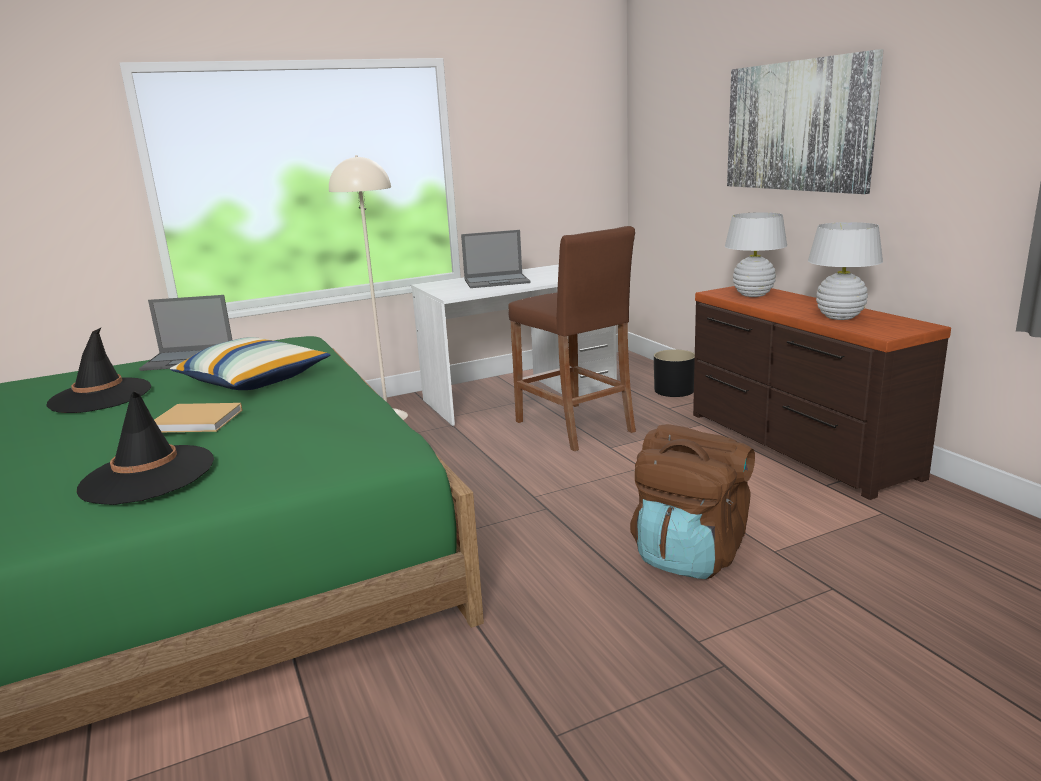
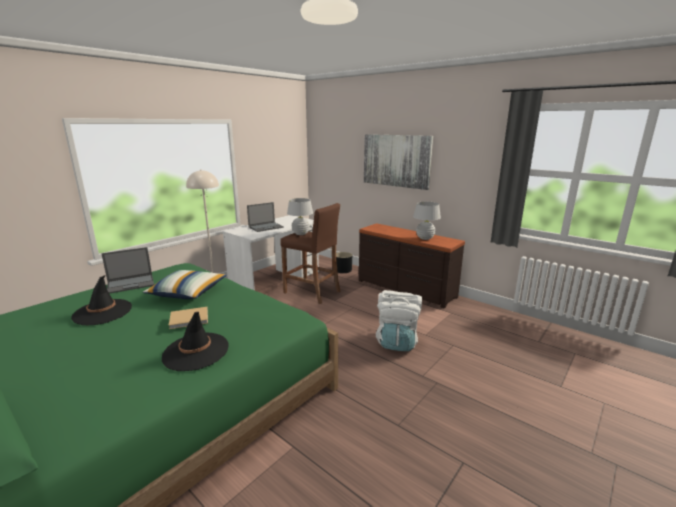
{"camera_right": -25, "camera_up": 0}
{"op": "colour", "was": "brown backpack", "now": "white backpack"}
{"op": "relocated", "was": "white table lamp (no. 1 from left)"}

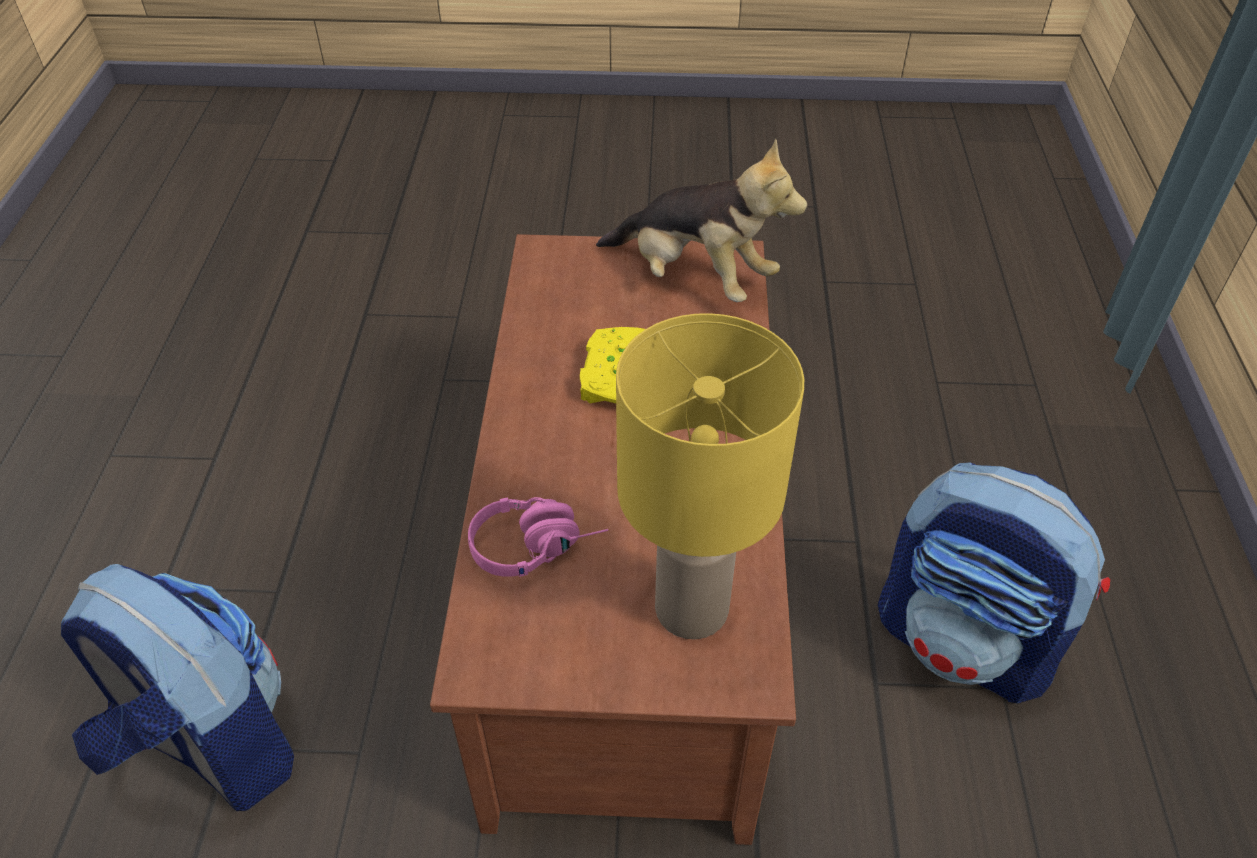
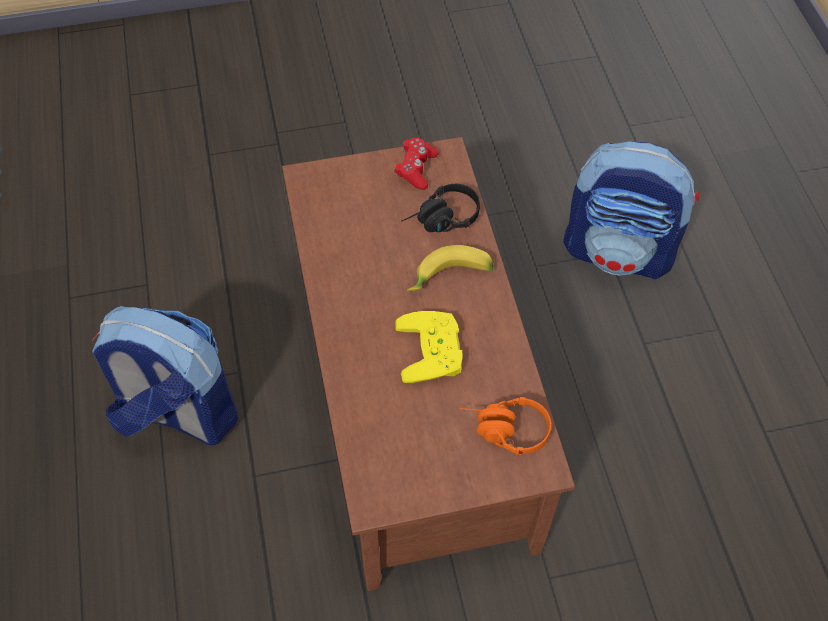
{"camera_right": 165, "camera_up": 10}
{"op": "colour", "was": "pink headphones", "now": "black headphones"}
{"op": "missing", "was": "plush toy"}
{"op": "missing", "was": "yellow table lamp"}
{"op": "appeared", "now": "red game controller"}
{"op": "appeared", "now": "banana"}
{"op": "appeared", "now": "orange headphones"}

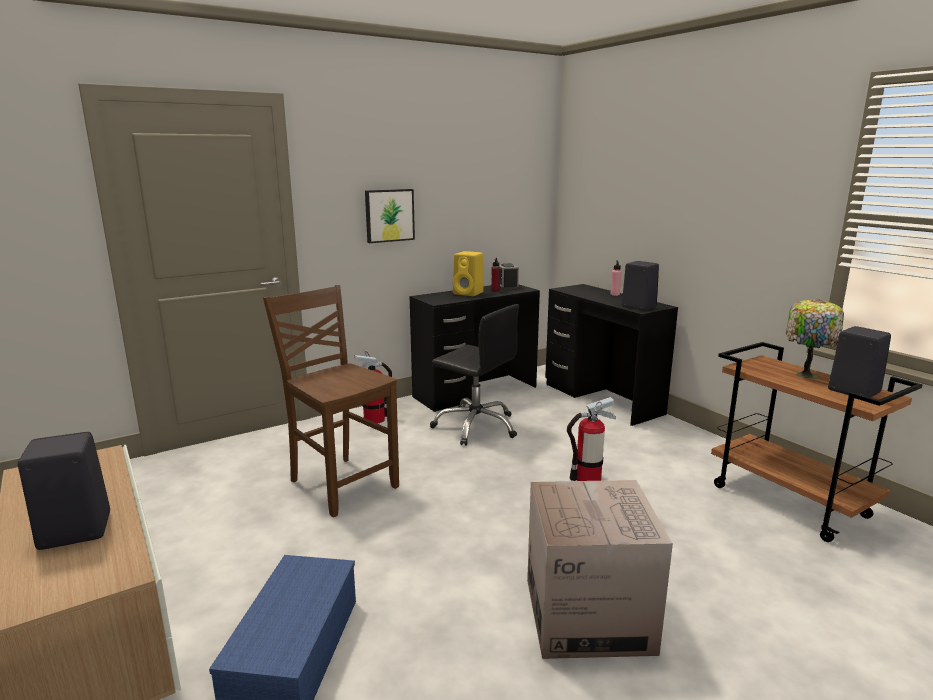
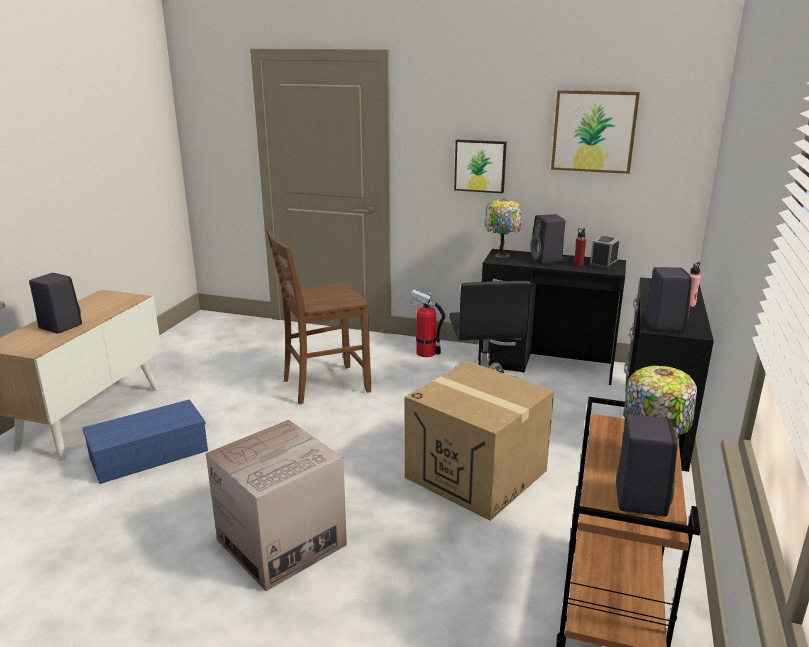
{"camera_right": 50, "camera_up": 5}
{"op": "spun", "was": "brown chair", "clockwise": -120}
{"op": "colour", "was": "yellow speaker", "now": "black speaker (no. 2 from left)"}
{"op": "exchanged", "was": "fire extinguisher (no. 2 from left)", "now": "cardboard box (no. 2 from left)"}
{"op": "appeared", "now": "table lamp (no. 1 from left)"}
{"op": "appeared", "now": "picture (no. 2 from left)"}

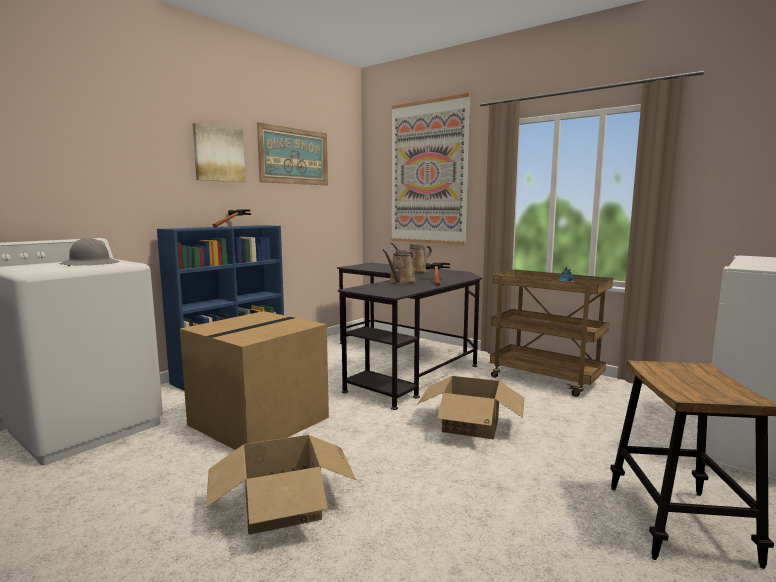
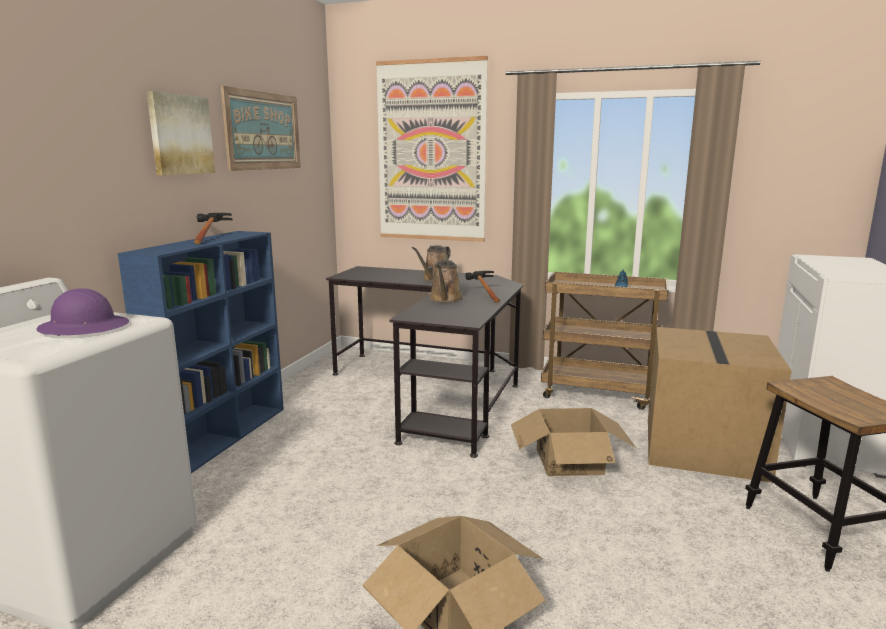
{"camera_right": -20, "camera_up": 5}
{"op": "colour", "was": "grey hard hat", "now": "purple hard hat"}
{"op": "relocated", "was": "cardboard box (no. 1 from left in the first image)", "now": "cardboard box (no. 3 from left)"}

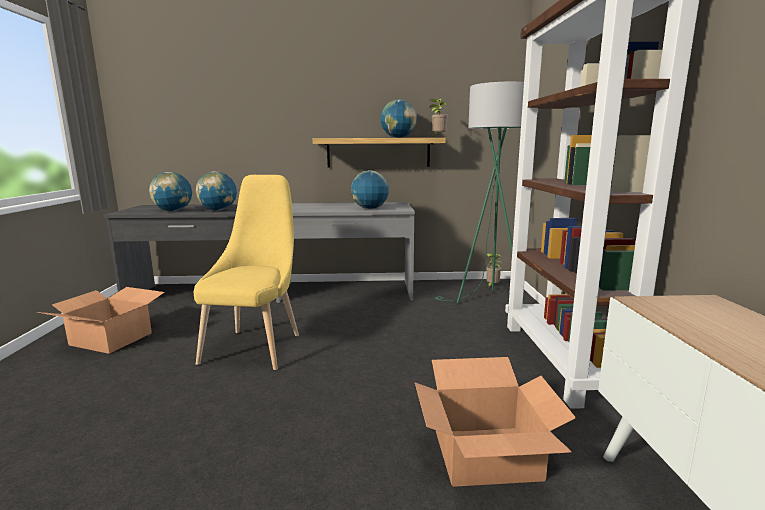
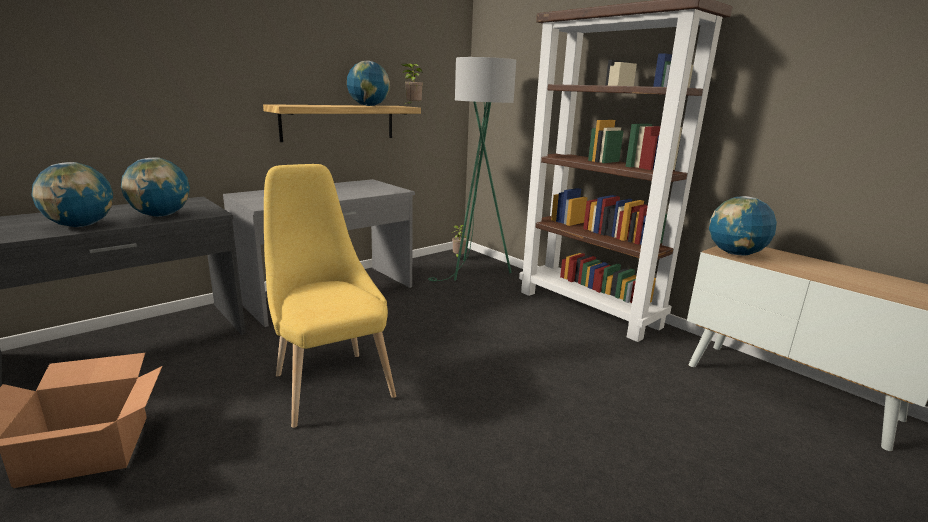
{"camera_right": -40, "camera_up": 5}
{"op": "relocated", "was": "globe (no. 3 from left in the first image)", "now": "globe (no. 4 from left)"}
{"op": "missing", "was": "cardboard box (no. 2 from left)"}

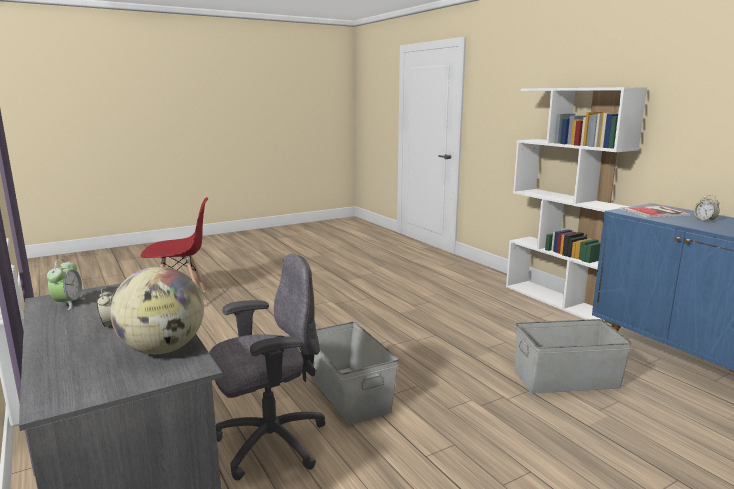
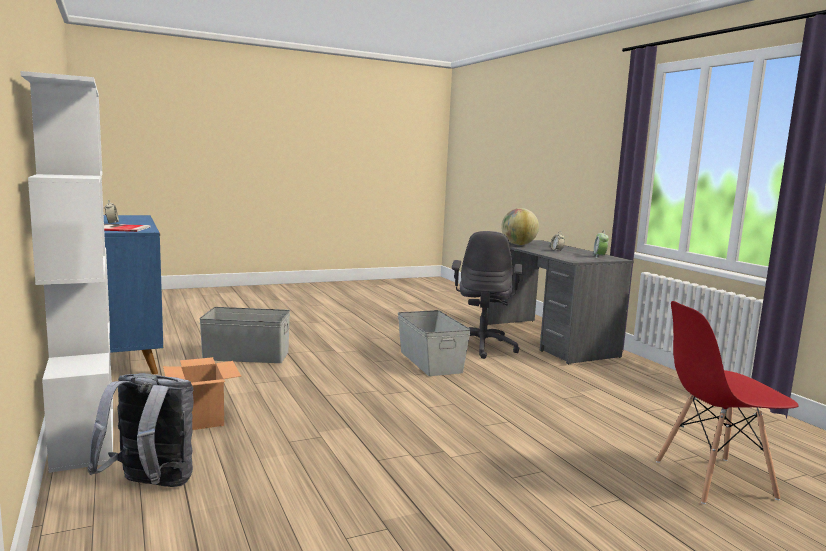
{"camera_right": -175, "camera_up": -5}
{"op": "spun", "was": "grey office chair", "clockwise": -60}
{"op": "appeared", "now": "grey backpack"}
{"op": "appeared", "now": "cardboard box"}

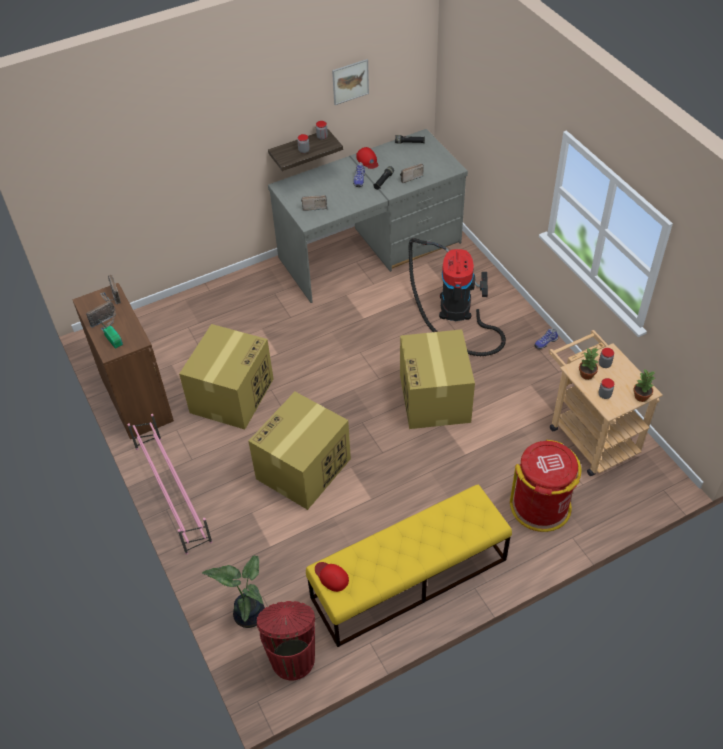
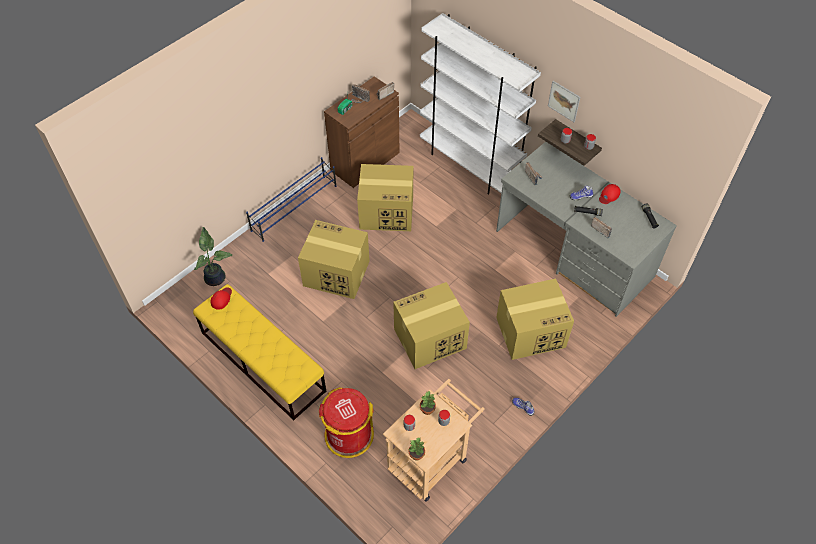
{"camera_right": 70, "camera_up": 5}
{"op": "colour", "was": "pink shoe rack", "now": "blue shoe rack"}
{"op": "missing", "was": "red trash can (no. 1 from left)"}
{"op": "relocated", "was": "picture"}
{"op": "exchanged", "was": "vacuum cleaner", "now": "cardboard box (no. 4 from left)"}
{"op": "appeared", "now": "white bookcase"}

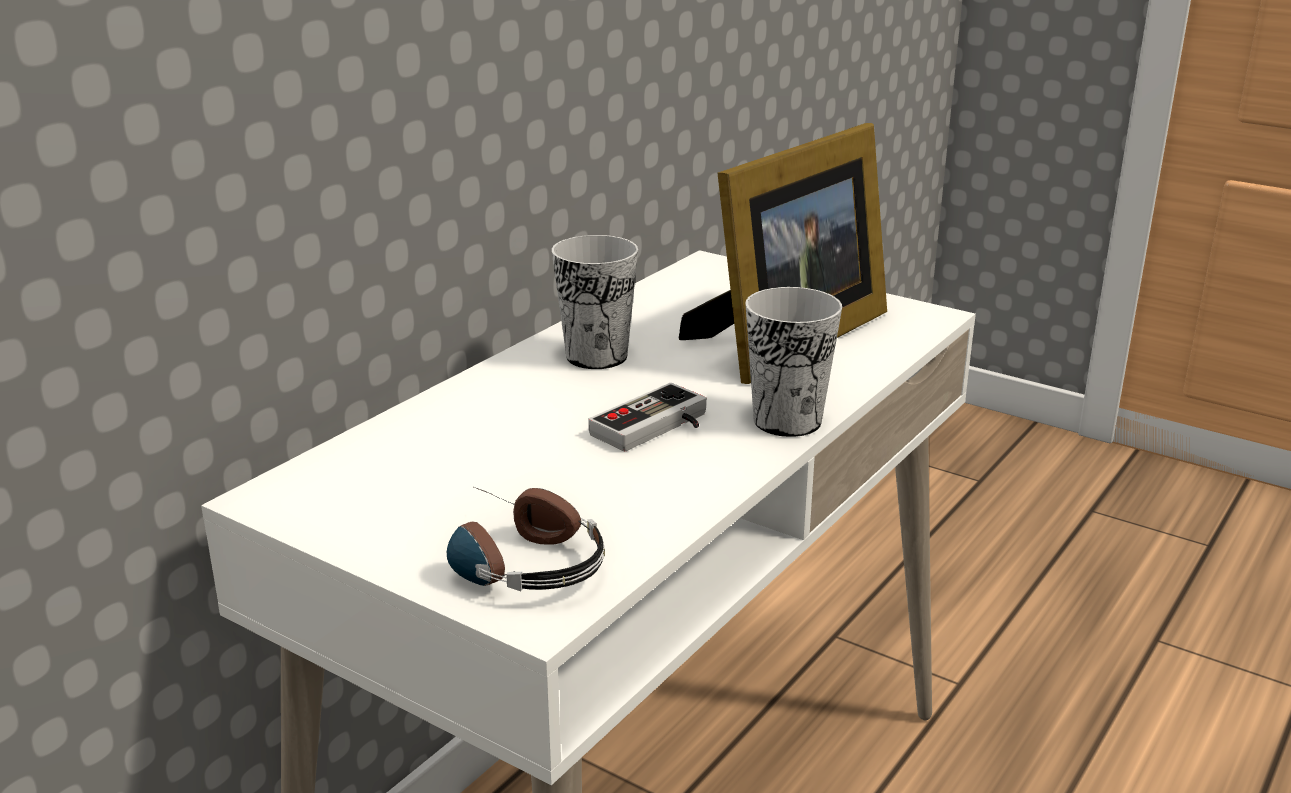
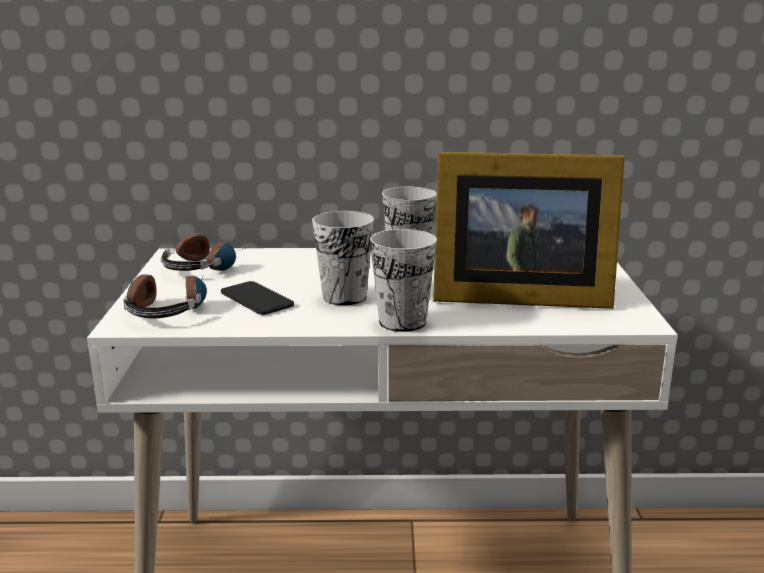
{"camera_right": 55, "camera_up": -5}
{"op": "exchanged", "was": "game controller", "now": "cup (no. 1 from left)"}
{"op": "appeared", "now": "headphones (no. 2 from left)"}
{"op": "appeared", "now": "phone"}

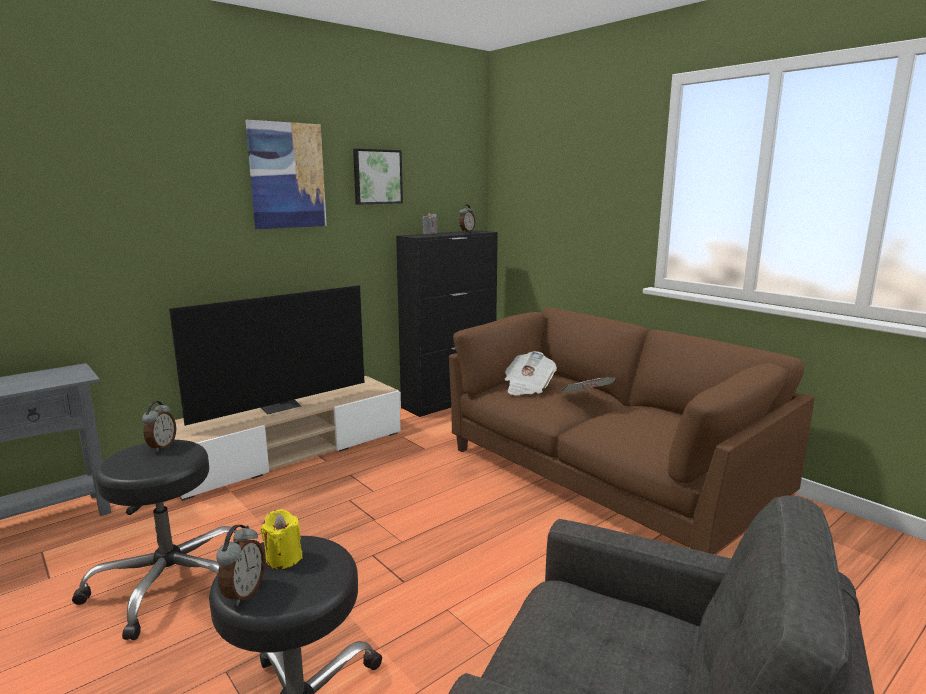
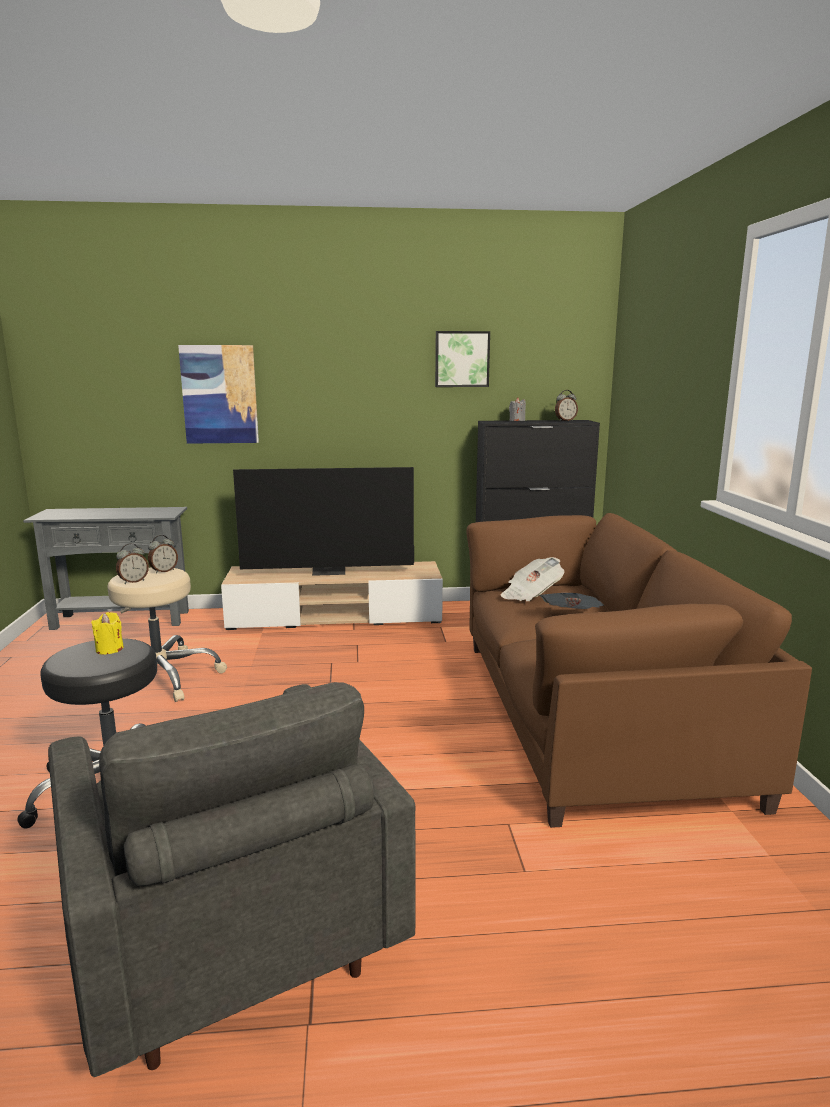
{"camera_right": 35, "camera_up": 0}
{"op": "colour", "was": "black stool (no. 1 from left)", "now": "beige stool"}
{"op": "relocated", "was": "alarm clock (no. 2 from left in the first image)", "now": "alarm clock (no. 1 from left)"}
{"op": "relocated", "was": "picture (no. 1 from left)"}

